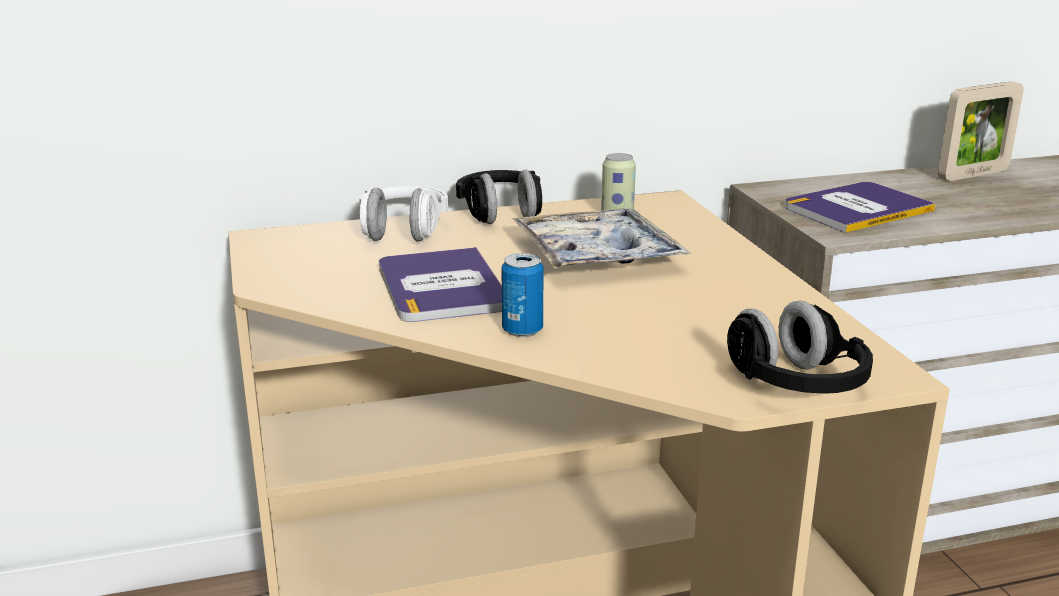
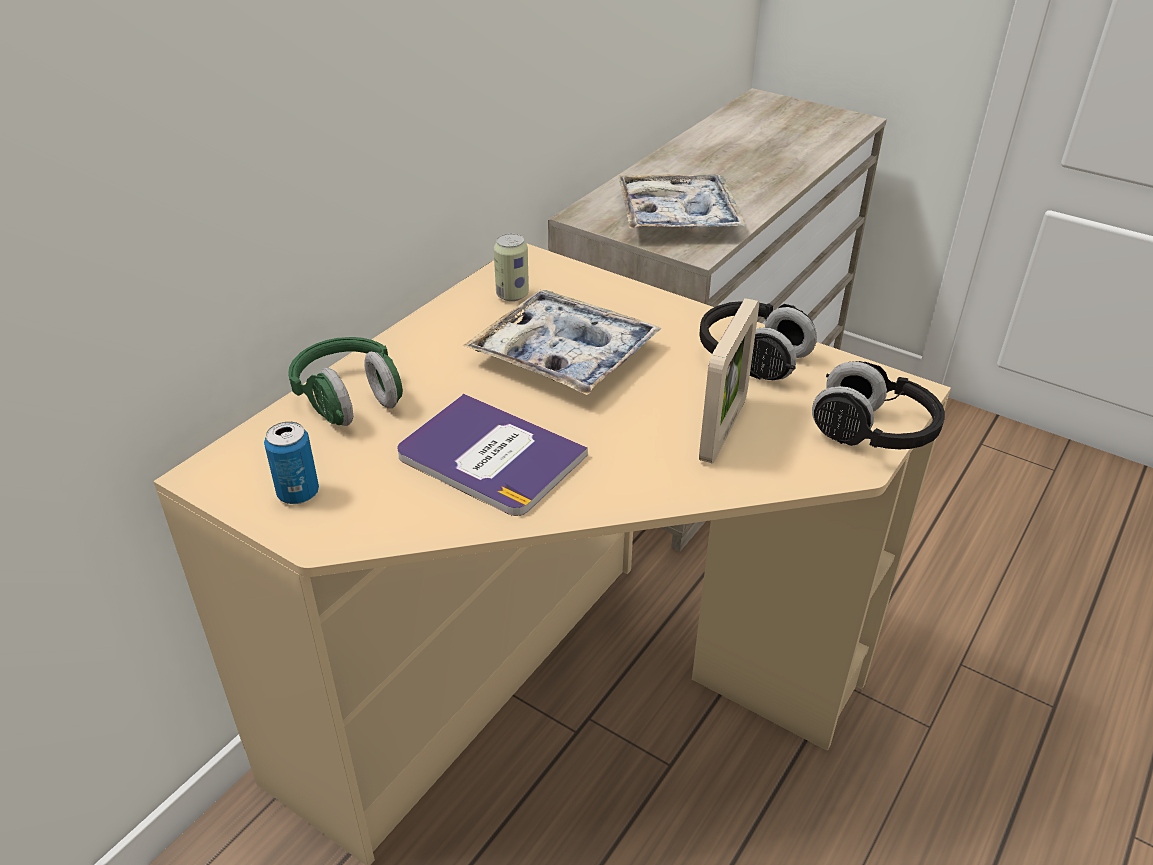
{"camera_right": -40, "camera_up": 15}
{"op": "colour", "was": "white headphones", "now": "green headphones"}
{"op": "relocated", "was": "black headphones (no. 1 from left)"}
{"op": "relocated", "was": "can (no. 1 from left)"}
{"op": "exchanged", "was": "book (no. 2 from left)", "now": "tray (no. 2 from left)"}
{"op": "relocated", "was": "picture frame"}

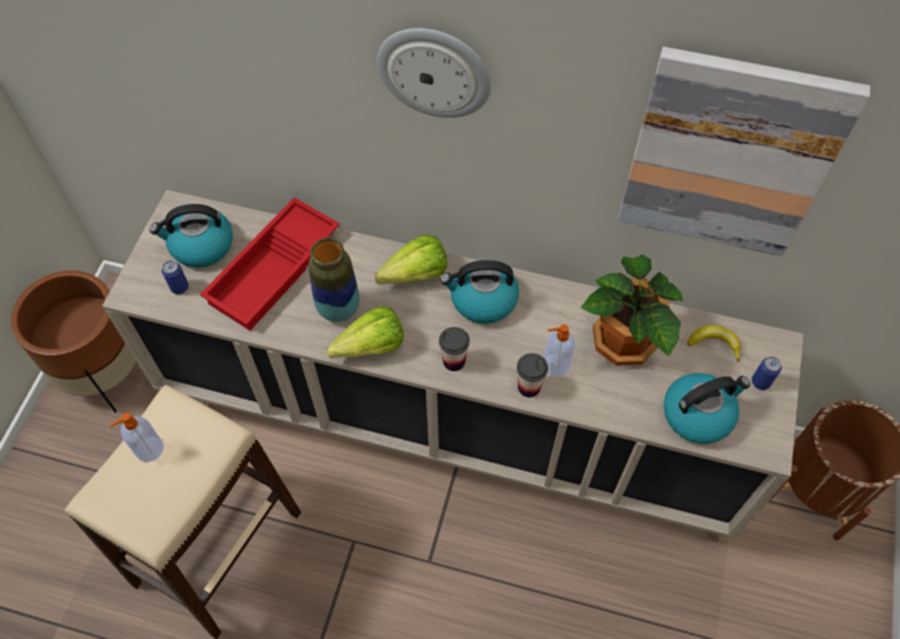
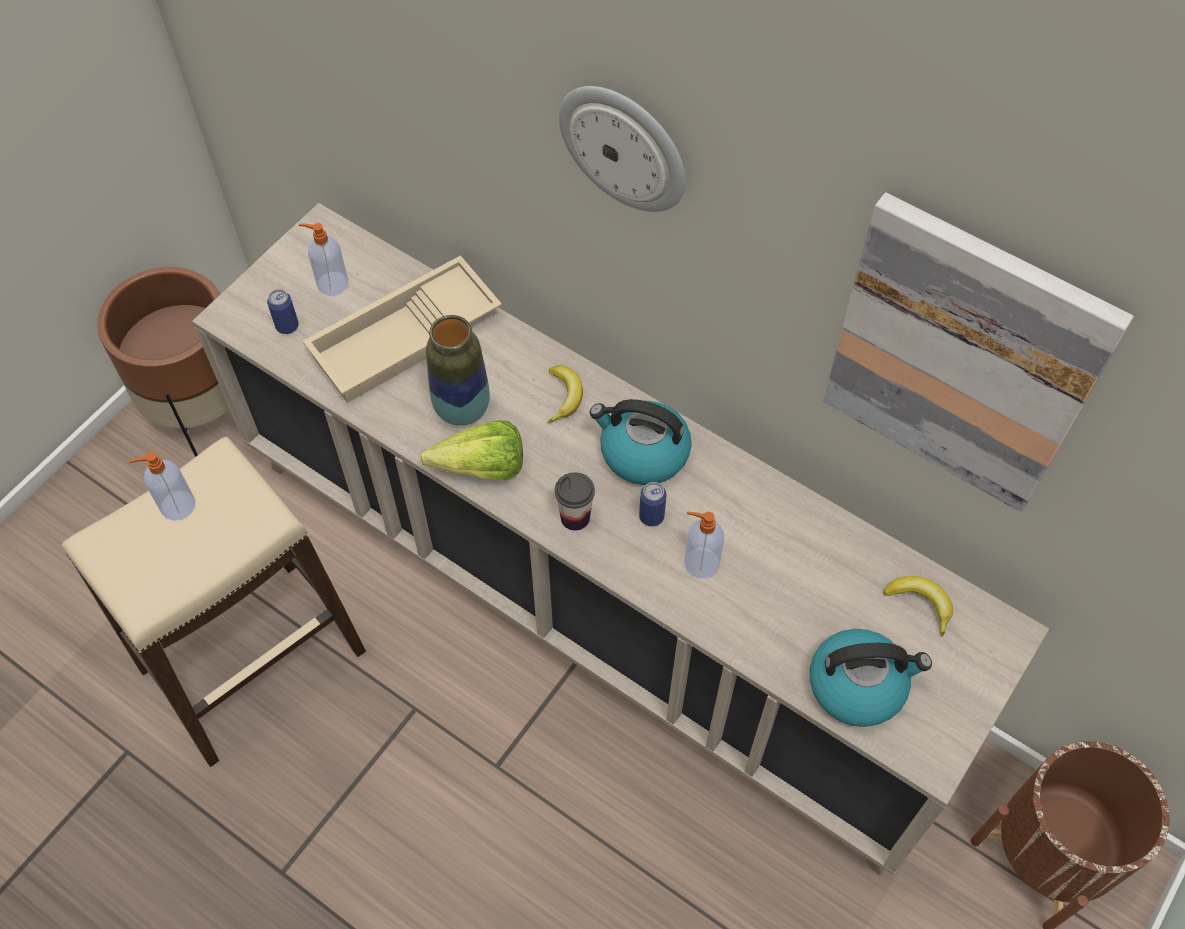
{"camera_right": 20, "camera_up": 0}
{"op": "exchanged", "was": "kettle (no. 1 from left)", "now": "soap dispenser (no. 2 from left)"}
{"op": "colour", "was": "red tray", "now": "beige tray"}
{"op": "exchanged", "was": "lettuce (no. 2 from left)", "now": "banana (no. 1 from left)"}
{"op": "missing", "was": "cup (no. 2 from left)"}
{"op": "missing", "was": "potted plant"}
{"op": "relocated", "was": "can (no. 2 from left)"}

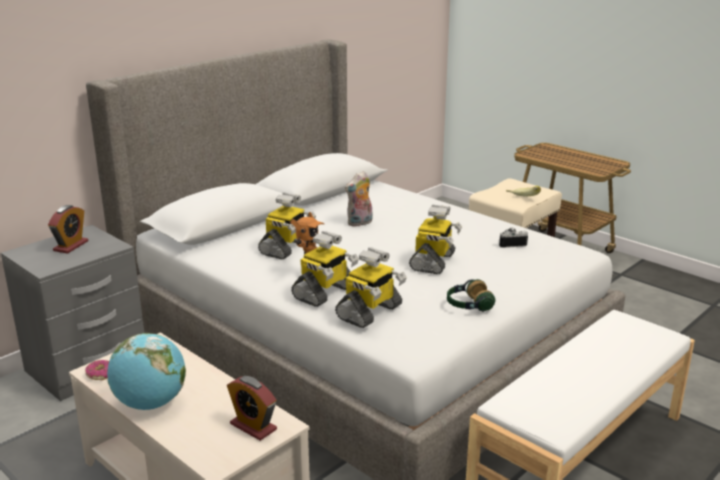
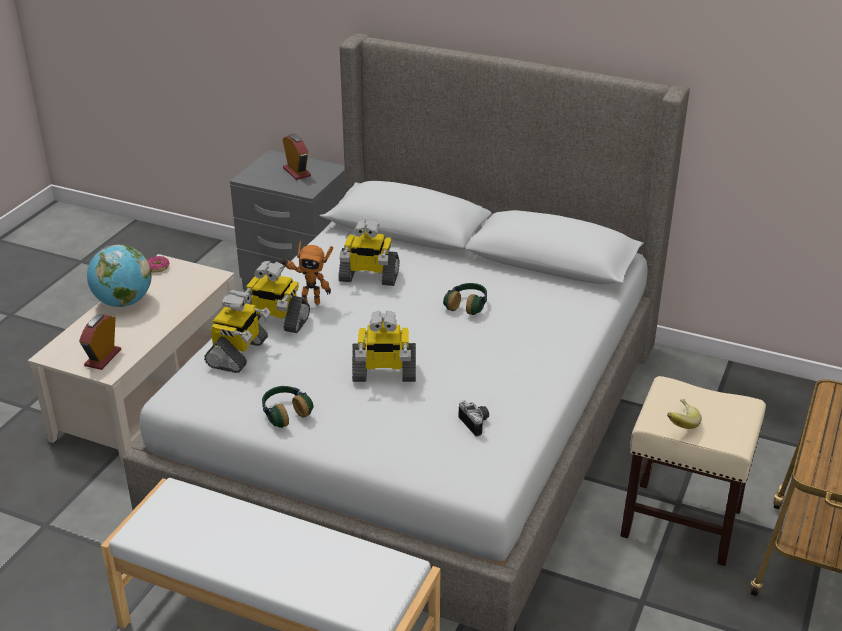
{"camera_right": 70, "camera_up": 10}
{"op": "spun", "was": "alarm clock (no. 1 from left in the first image)", "clockwise": -120}
{"op": "spun", "was": "toy robot (no. 4 from left in the first image)", "clockwise": -90}
{"op": "exchanged", "was": "plush toy", "now": "headphones (no. 2 from left)"}

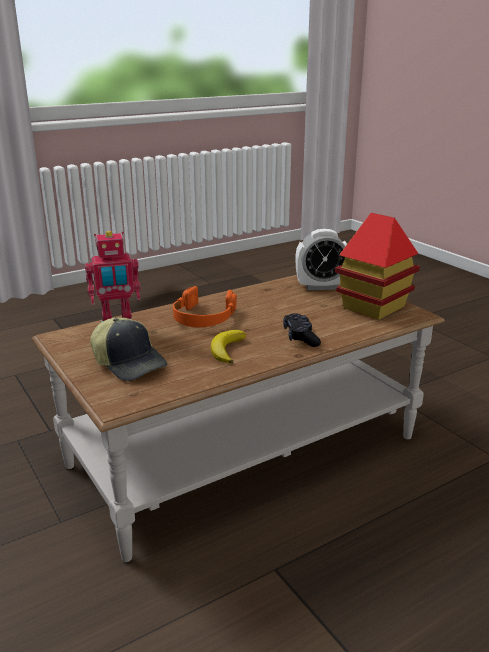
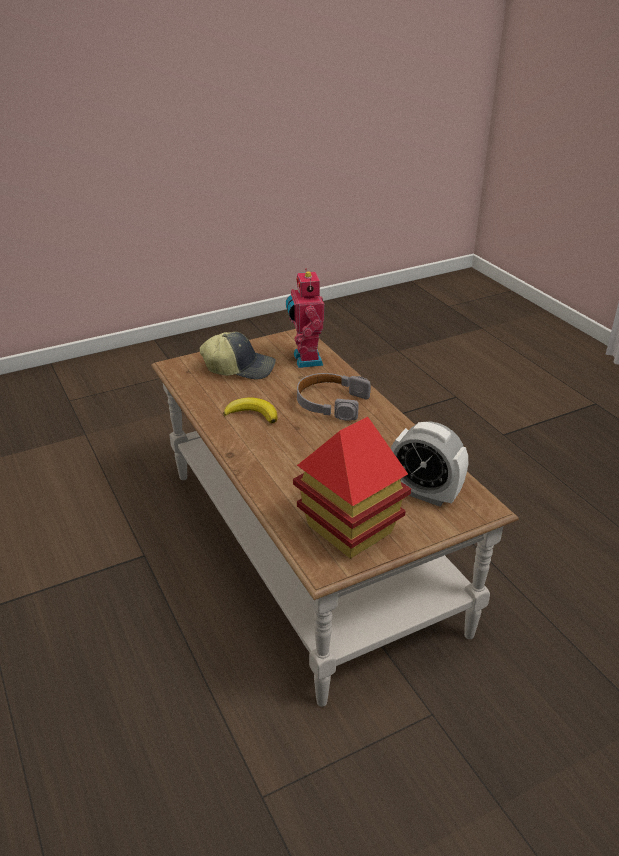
{"camera_right": 95, "camera_up": 10}
{"op": "spun", "was": "cap", "clockwise": -135}
{"op": "colour", "was": "orange headphones", "now": "grey headphones"}
{"op": "missing", "was": "black game controller"}
{"op": "spun", "was": "alarm clock", "clockwise": -60}

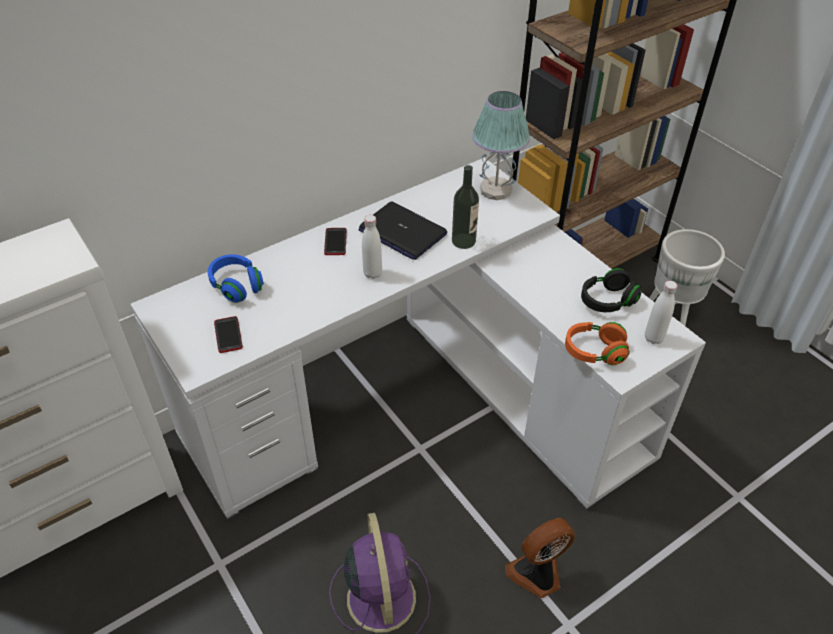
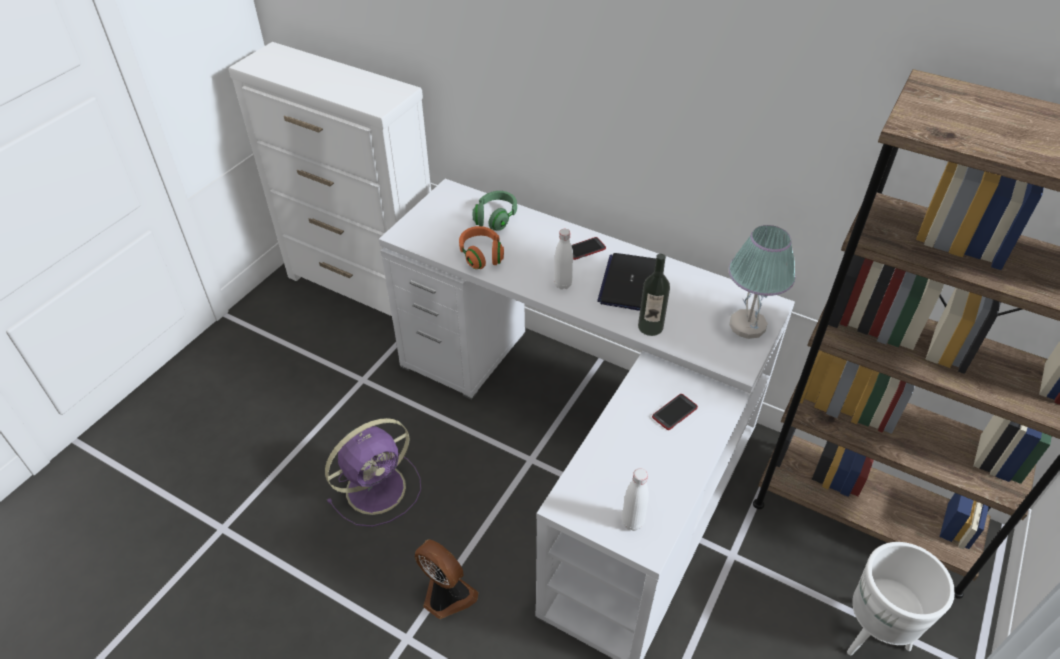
{"camera_right": 65, "camera_up": 0}
{"op": "colour", "was": "blue headphones", "now": "green headphones"}
{"op": "relocated", "was": "phone (no. 1 from left in the first image)", "now": "phone (no. 2 from left)"}
{"op": "relocated", "was": "orange headphones"}
{"op": "missing", "was": "black headphones"}

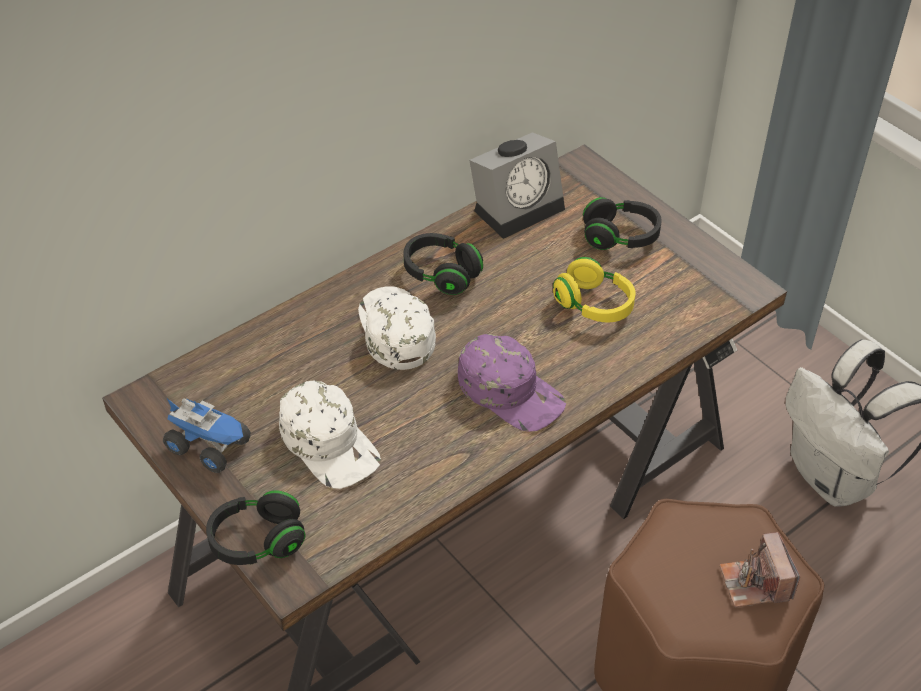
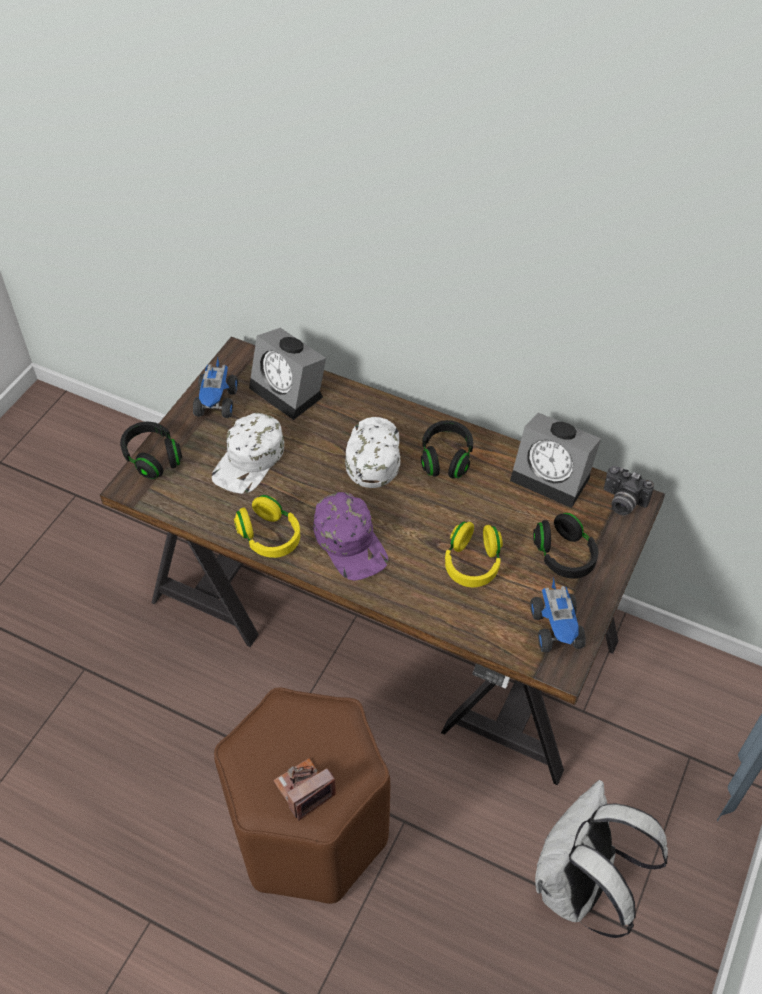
{"camera_right": 65, "camera_up": 5}
{"op": "spun", "was": "white cap (no. 2 from left)", "clockwise": -45}
{"op": "spun", "was": "purple cap", "clockwise": -45}
{"op": "appeared", "now": "yellow headphones (no. 1 from left)"}
{"op": "appeared", "now": "alarm clock (no. 1 from left)"}
{"op": "appeared", "now": "toy truck (no. 2 from left)"}
{"op": "appeared", "now": "photo camera (no. 2 from left)"}

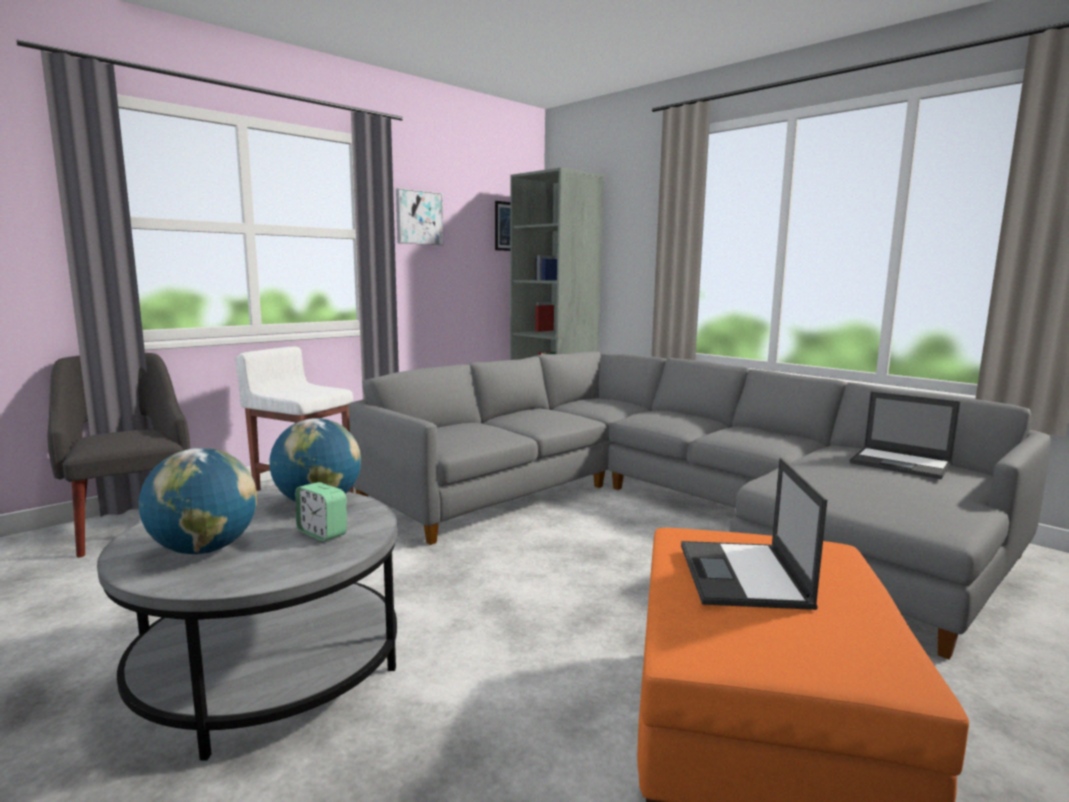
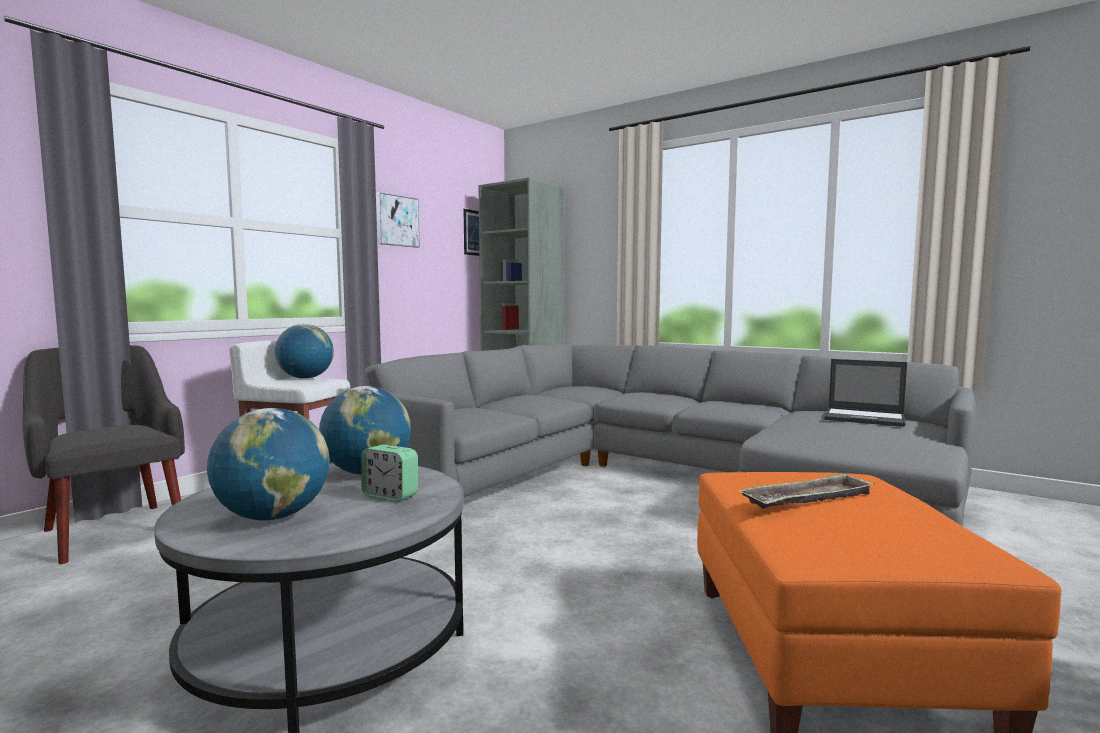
{"camera_right": -10, "camera_up": -5}
{"op": "exchanged", "was": "laptop (no. 1 from left)", "now": "tray"}
{"op": "appeared", "now": "globe (no. 2 from left)"}

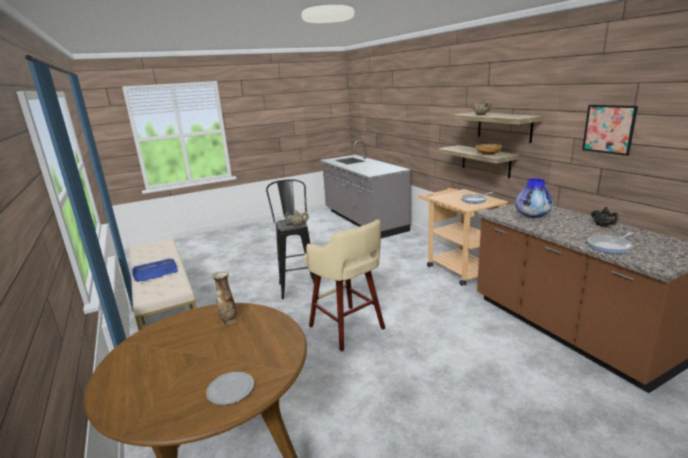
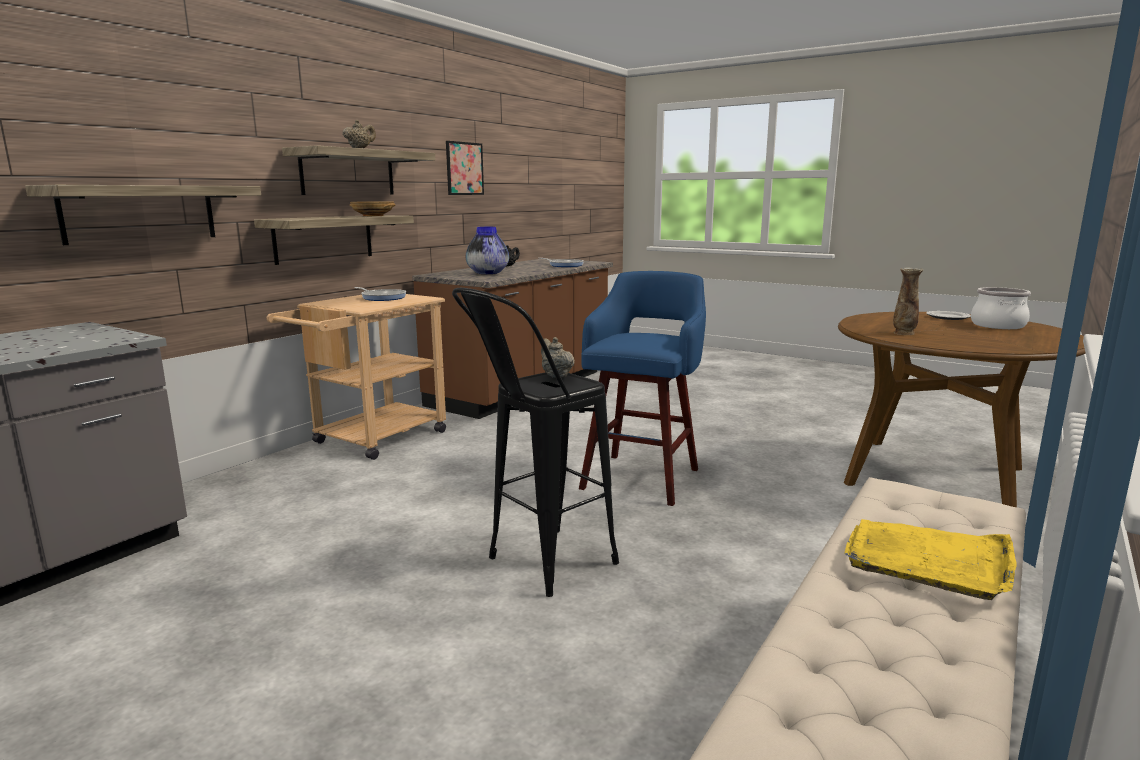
{"camera_right": -120, "camera_up": -5}
{"op": "colour", "was": "blue tray", "now": "yellow tray"}
{"op": "colour", "was": "beige stool", "now": "blue stool"}
{"op": "appeared", "now": "shelf (no. 1 from left)"}
{"op": "appeared", "now": "cooking pot"}

